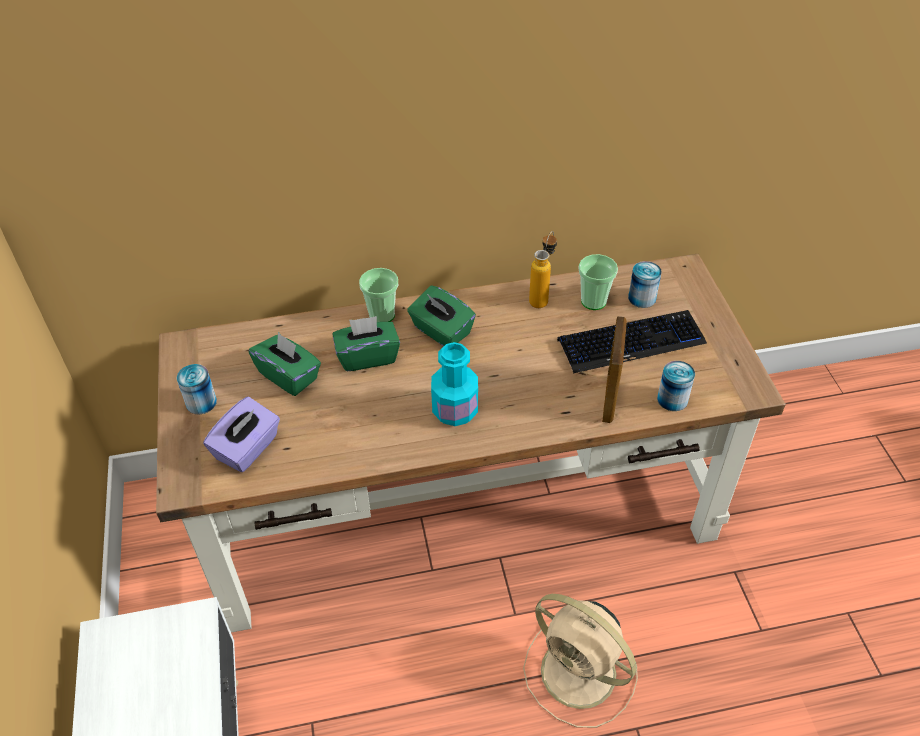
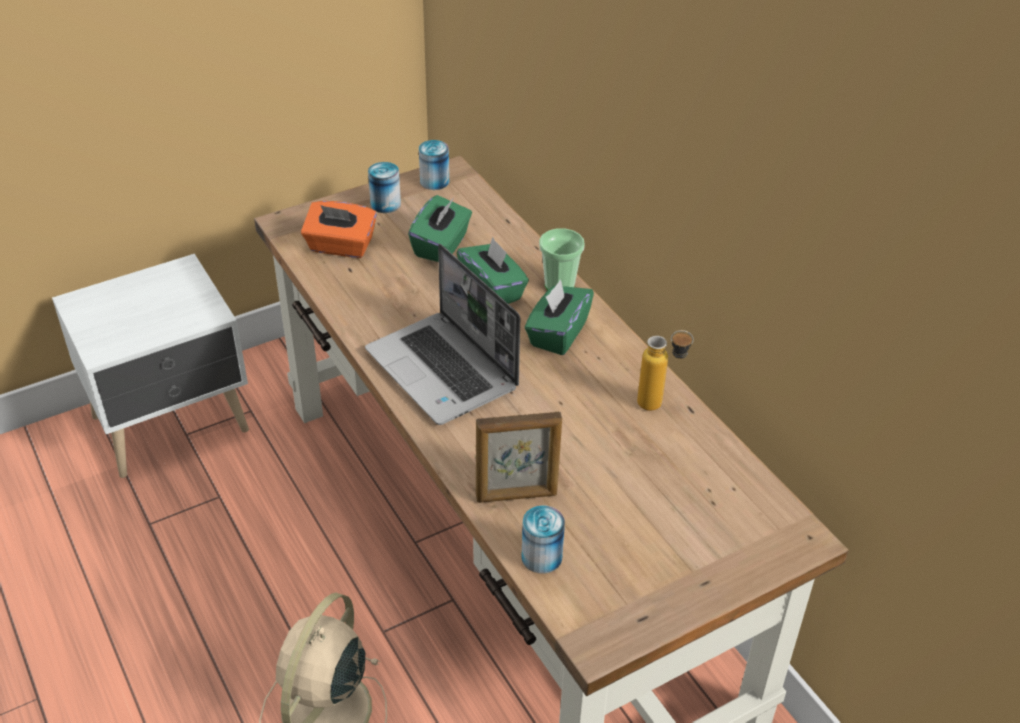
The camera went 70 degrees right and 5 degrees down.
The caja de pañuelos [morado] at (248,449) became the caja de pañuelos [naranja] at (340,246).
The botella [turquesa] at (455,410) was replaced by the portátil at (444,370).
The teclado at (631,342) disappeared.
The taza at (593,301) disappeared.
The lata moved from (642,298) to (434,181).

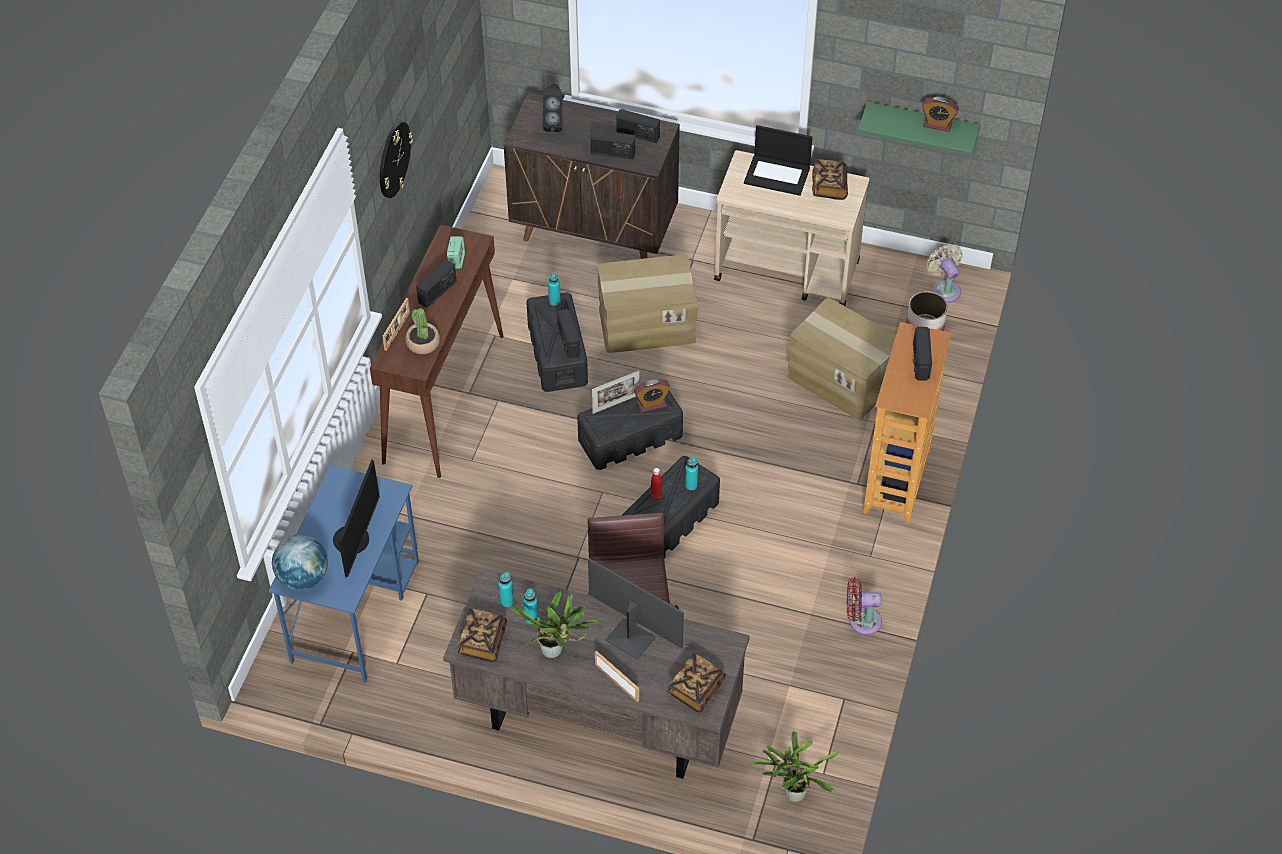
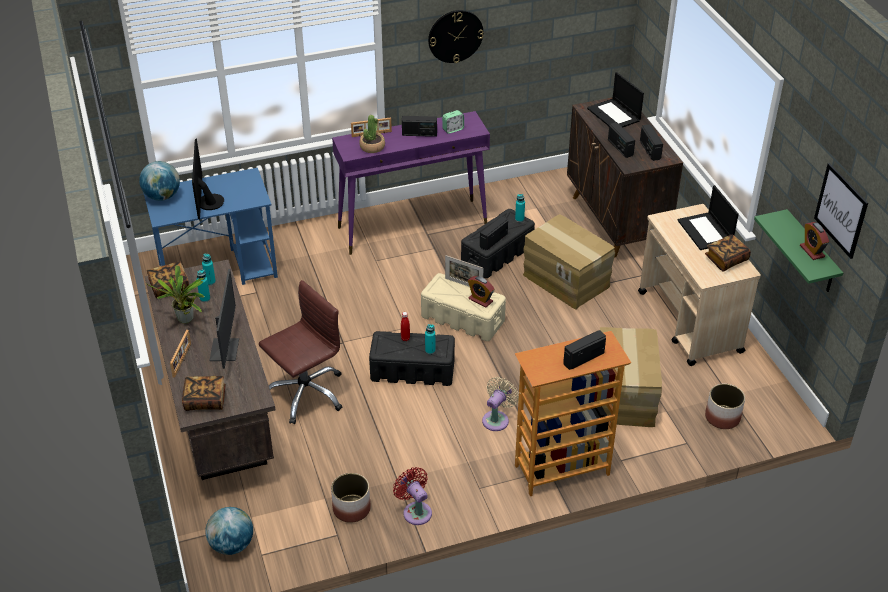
The camera went 55 degrees right and 10 degrees down.
The monitor at (355,541) turned 105 degrees clockwise.
The mesa consola [marrón] at (444,397) became the mesa consola [morado] at (413,226).
The altavoz [negro] at (554,124) was replaced by the portátil at (614,115).
The caja de almacenaje [negro] at (631,438) became the caja de almacenaje [beis] at (463,319).
The planta en maceta at (792,792) was replaced by the globo terráqueo at (232,545).
The ventilador [beis] moved from (944,289) to (497,419).
The maceta at (352,509) appeared.
The cuadro at (841,210) appeared.

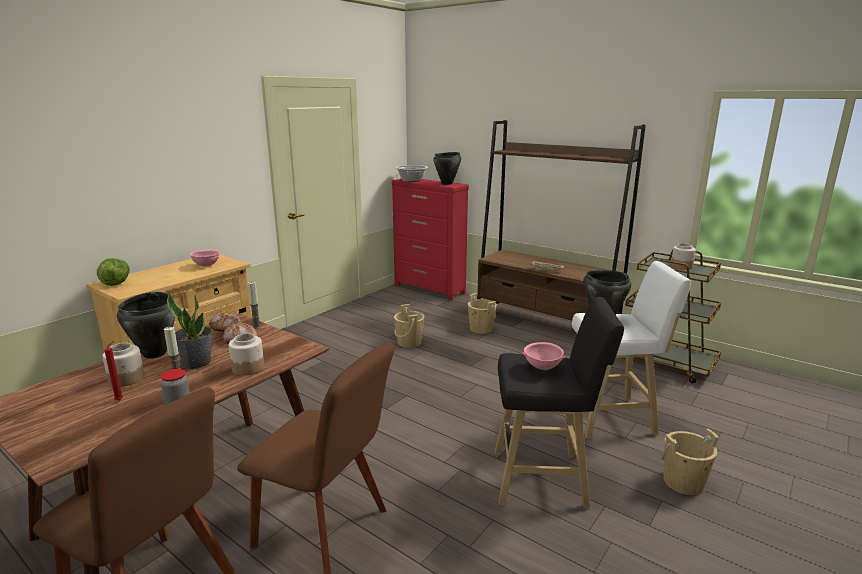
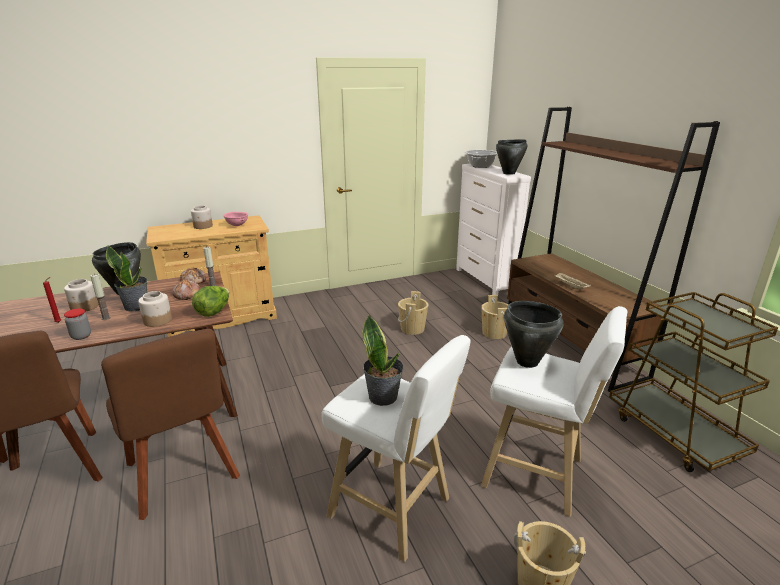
The camera went 30 degrees right and 5 degrees up.
The lechuga moved from (116,283) to (214,312).
The cómoda [rojo] at (429,289) became the cómoda [blanco] at (485,280).
The taburete [negro] at (544,479) became the taburete [blanco] at (394,510).
The cuenco [rosa] at (542,368) was replaced by the planta en maceta at (383,396).
The tarro moved from (681,266) to (203,226).

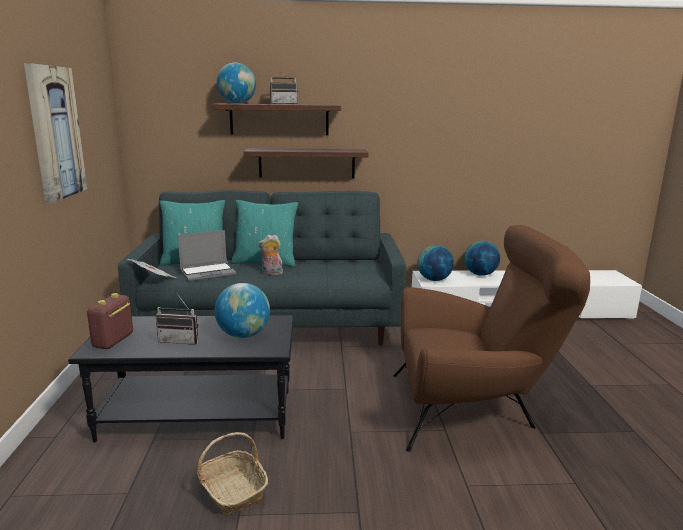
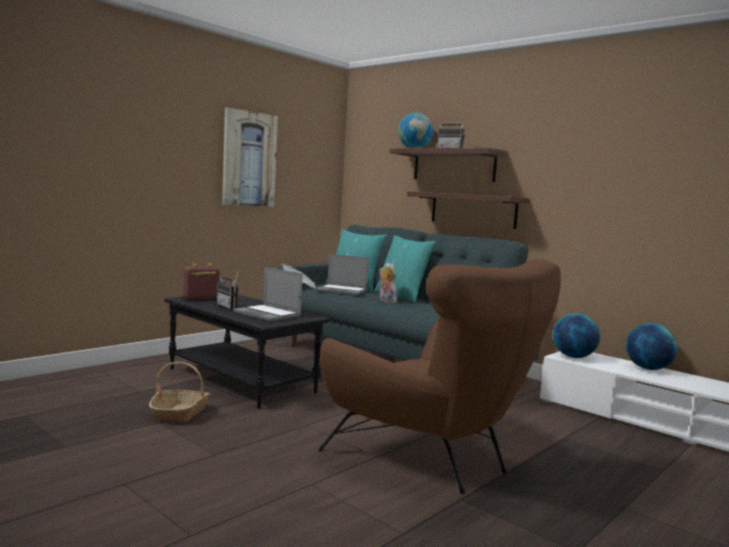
The camera went 45 degrees right and 10 degrees down.
The globo terráqueo at (243,335) was replaced by the portátil at (268,314).

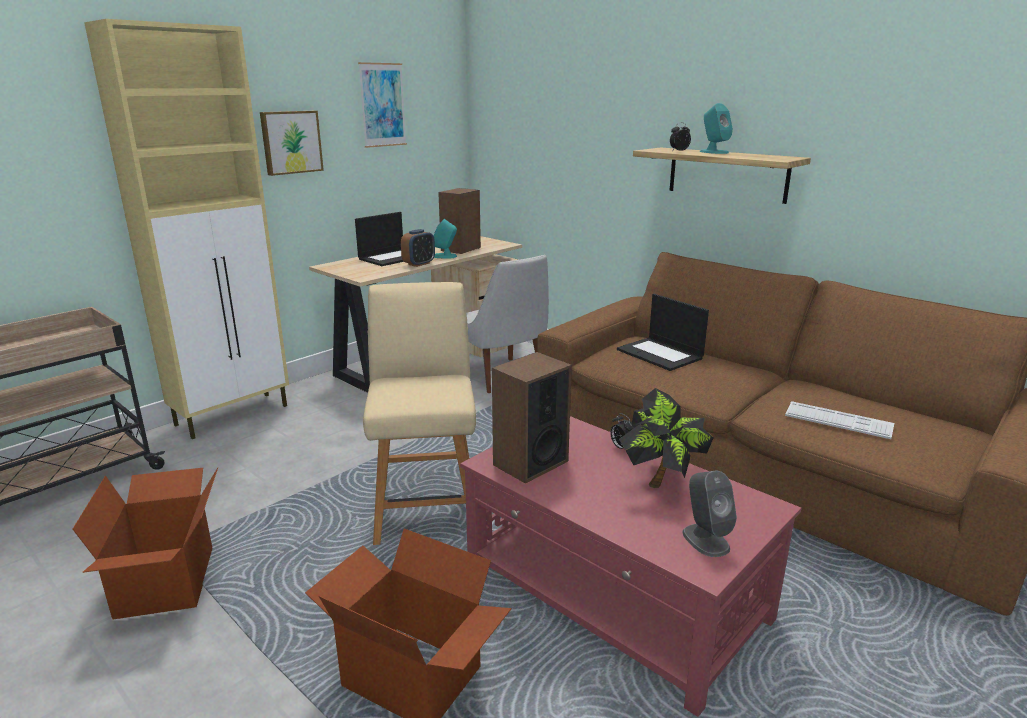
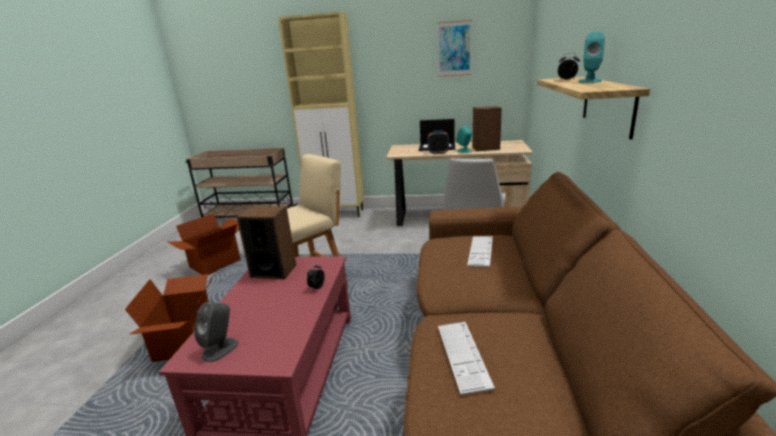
The camera went 55 degrees right and 0 degrees up.
The cuadro at (291,142) disappeared.
The portátil at (661,354) was replaced by the teclado at (480,251).
The planta en maceta at (662,480) disappeared.

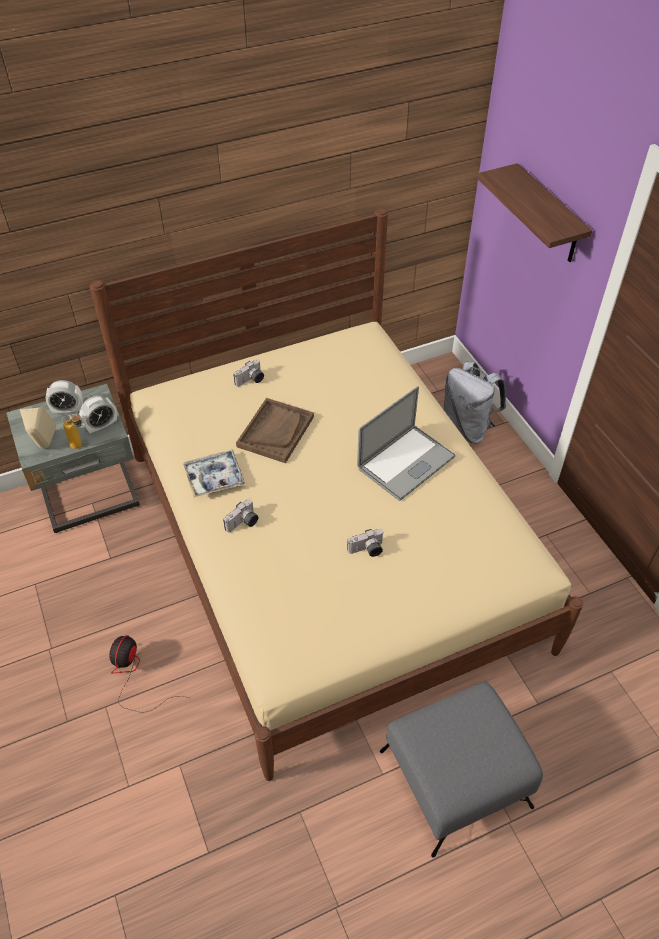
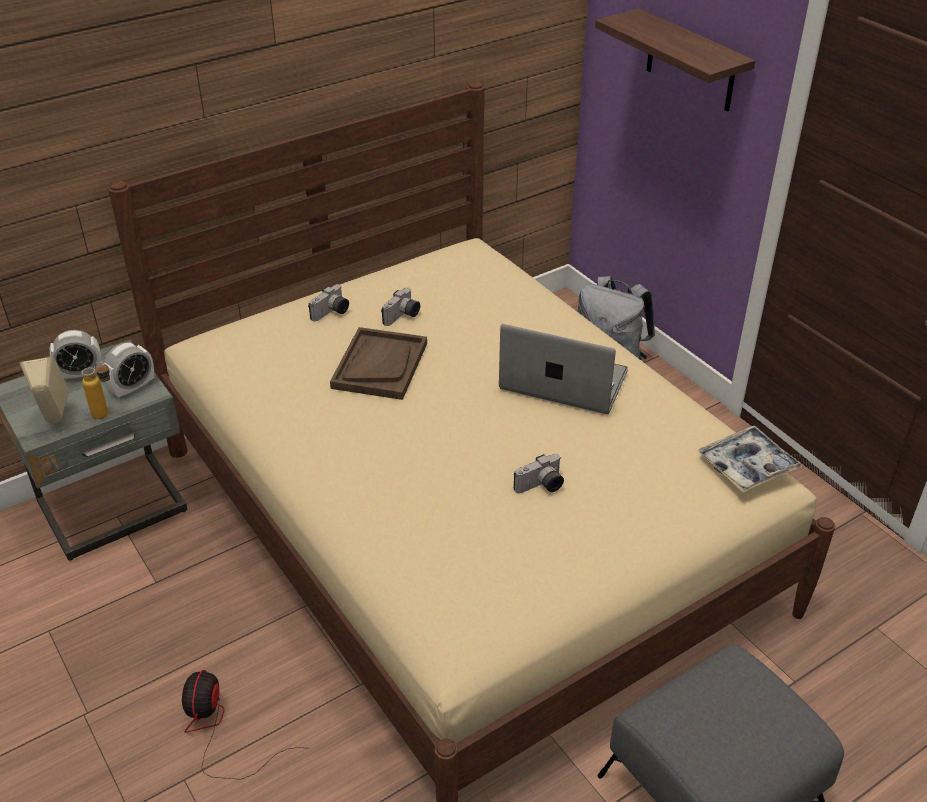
The camera went 10 degrees left and 10 degrees down.
The bandeja moved from (214,477) to (747,466).
The cámara moved from (243,523) to (403,317).
The portátil at (406,462) turned 105 degrees counterclockwise.

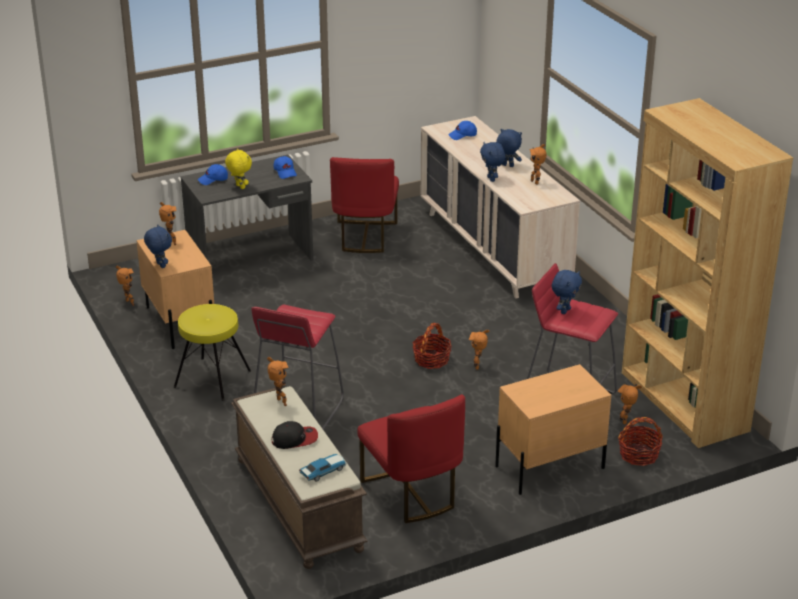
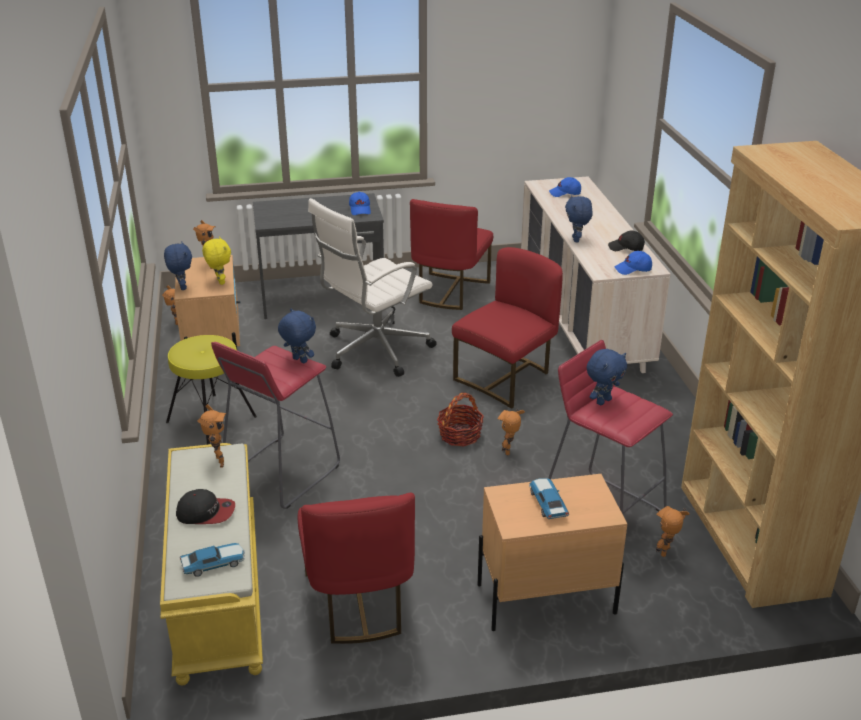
The camera went 15 degrees right and 0 degrees up.
The gorra [azul] moved from (213,180) to (633,269).
The peluche [amarillo] moved from (239,187) to (219,282).
The banco [marrón] at (297,504) became the banco [amarillo] at (216,590).
The peluche [azul] moved from (507,166) to (299,360).
The robot de juguete at (535,182) was replaced by the gorra [negro] at (626,248).
The cesta at (638,455) disappeared.
The silla de oficina [blanco] at (374,350) appeared.
The silla [rojo] at (506,378) appeared.
The coche de juguete at (547,503) appeared.

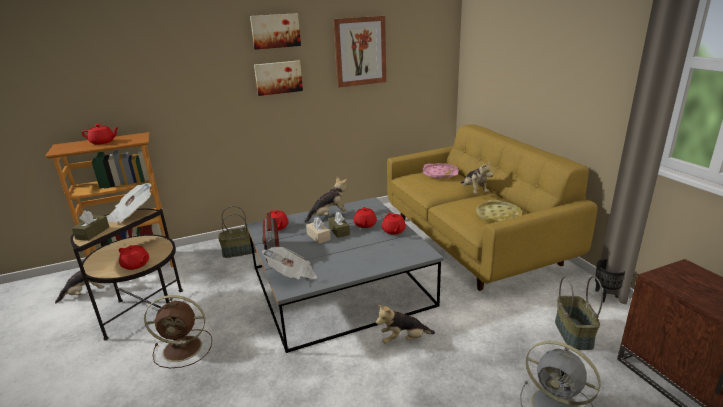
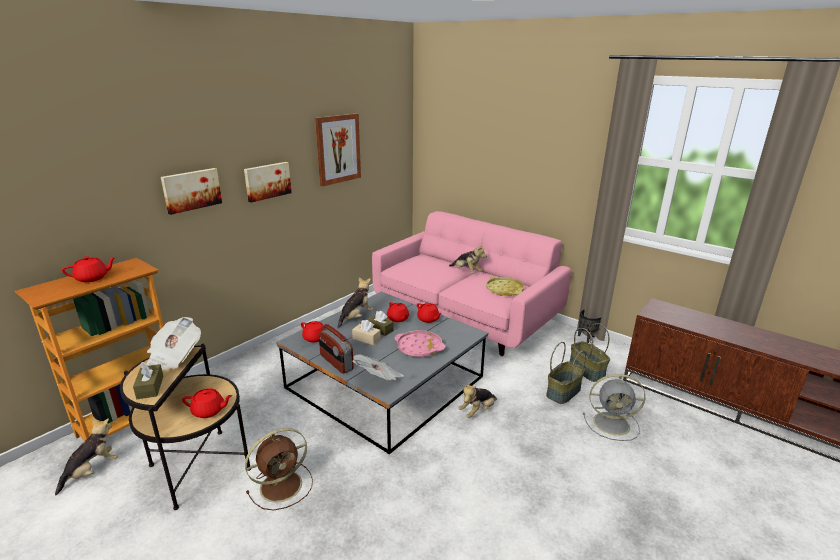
The camera went 30 degrees left and 0 degrees up.
The cesta moved from (240,251) to (563,392).
The cuadro moved from (275,31) to (191,190).
The sofá [amarillo] at (473,240) became the sofá [rosa] at (465,316).
The bandeja [rosa] moved from (440,174) to (419,347).

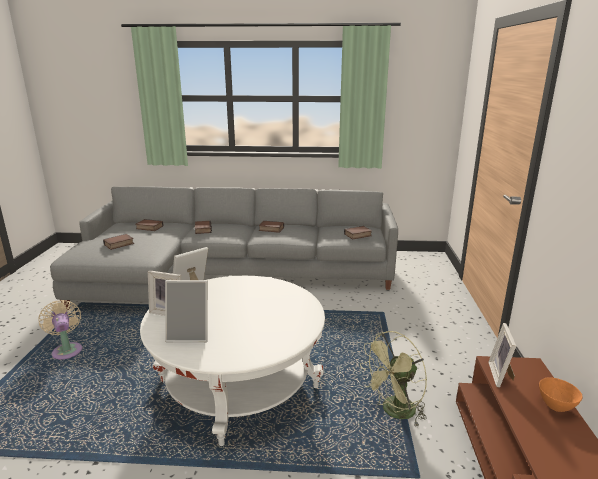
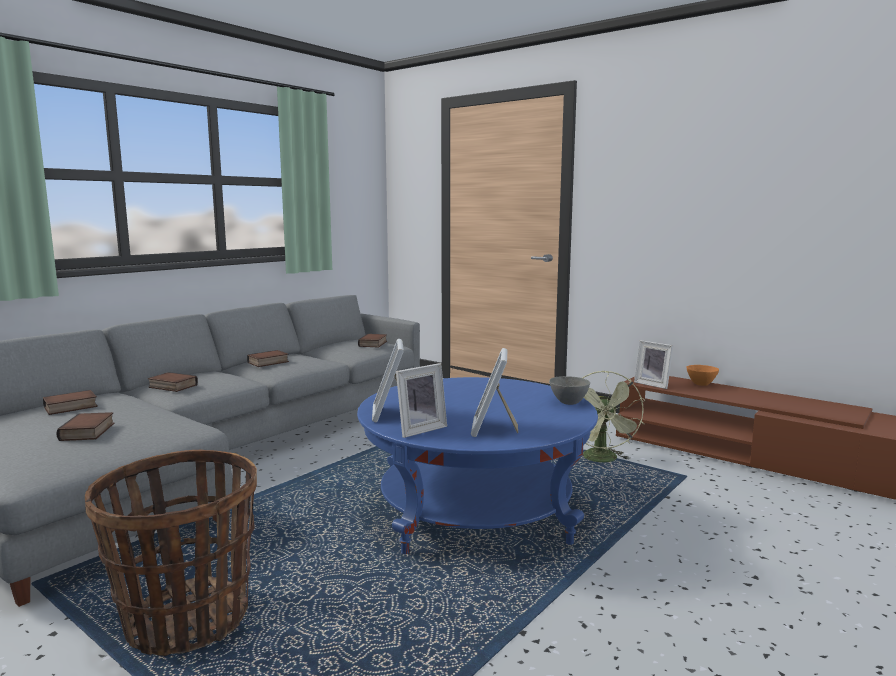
The camera went 55 degrees left and 10 degrees down.
The ventilador [beis] at (67,350) was replaced by the cesta at (186,621).
The mesa de centro [blanco] at (239,384) became the mesa de centro [azul] at (475,511).
The portarretratos at (190,334) turned 150 degrees clockwise.
The cuenco [gris] at (568,403) appeared.

